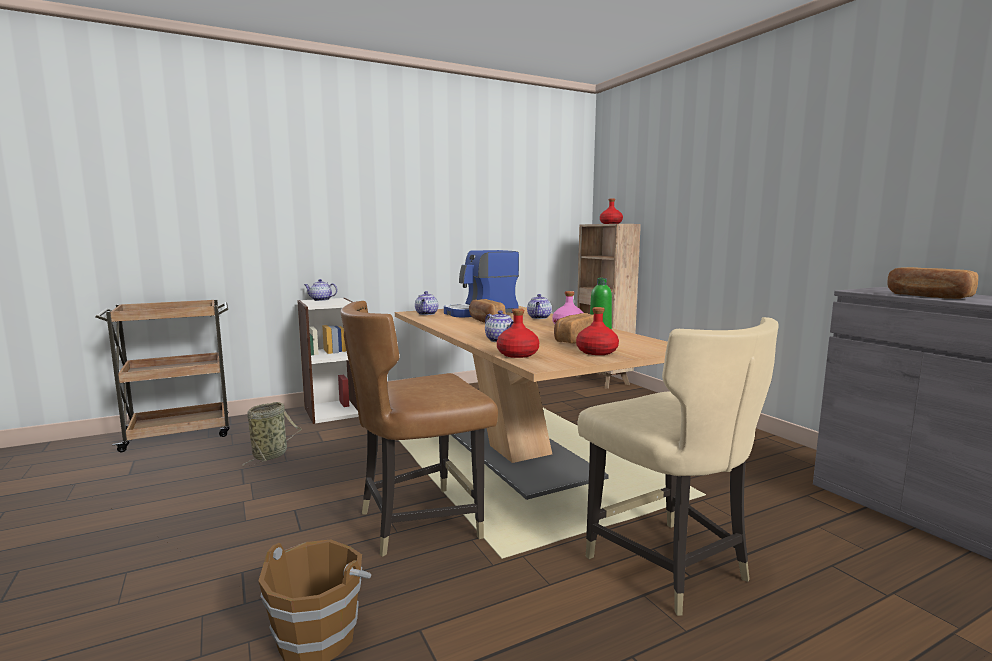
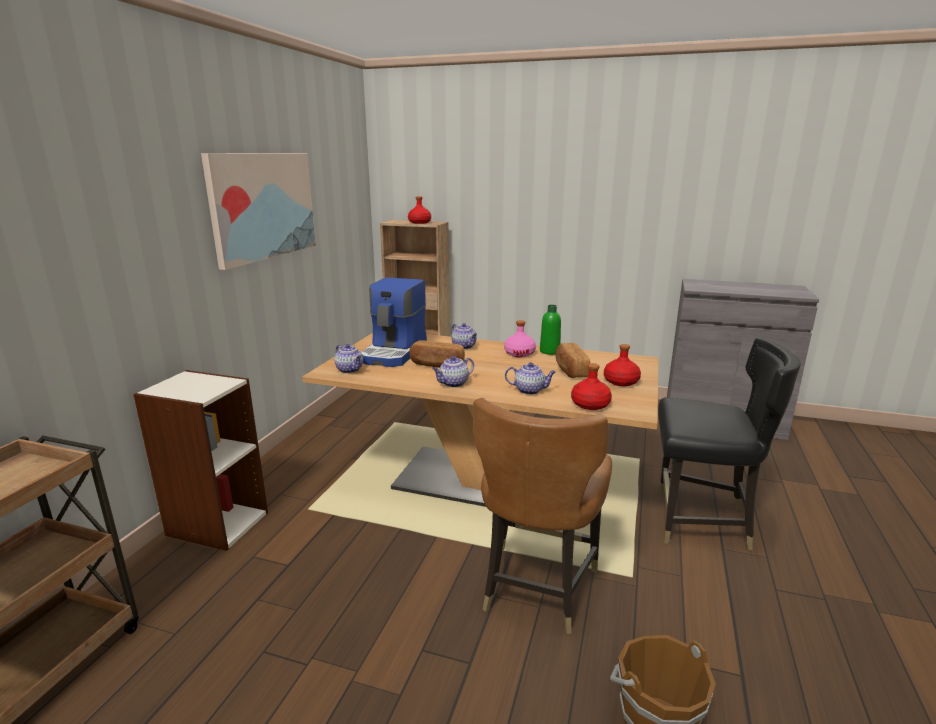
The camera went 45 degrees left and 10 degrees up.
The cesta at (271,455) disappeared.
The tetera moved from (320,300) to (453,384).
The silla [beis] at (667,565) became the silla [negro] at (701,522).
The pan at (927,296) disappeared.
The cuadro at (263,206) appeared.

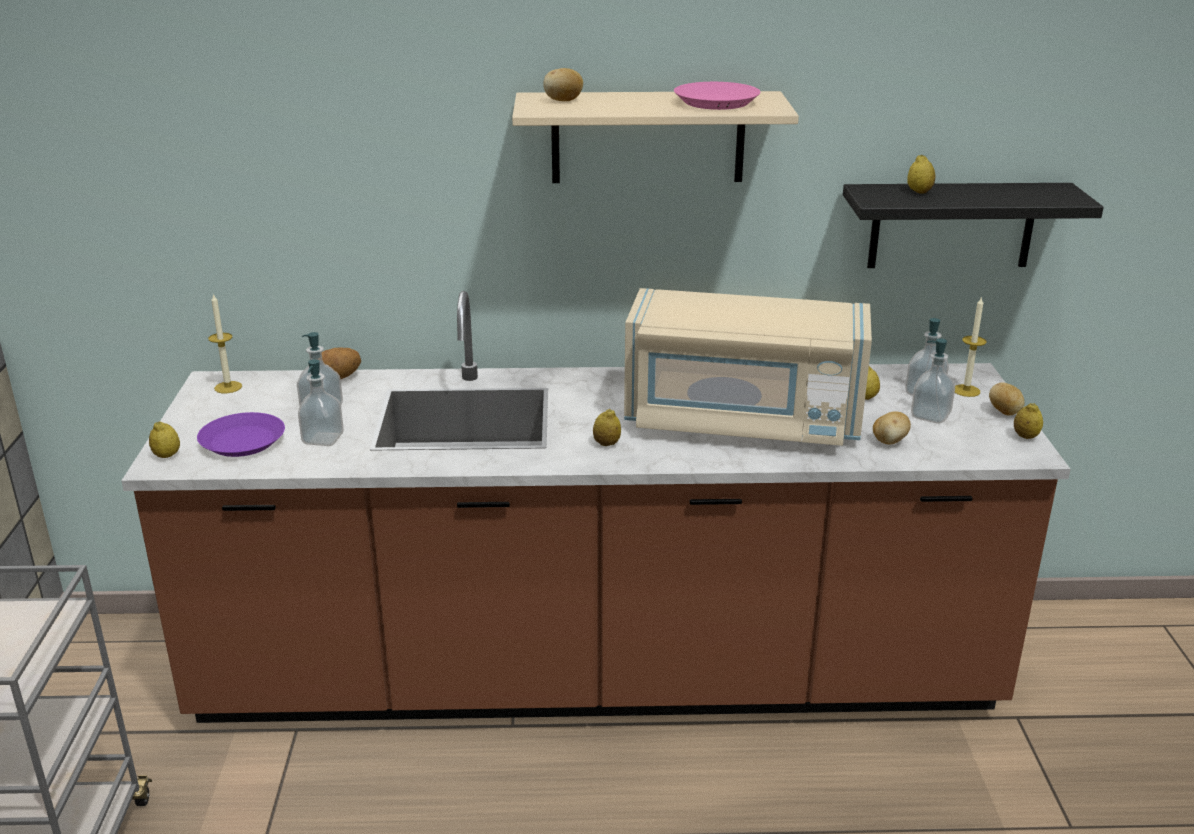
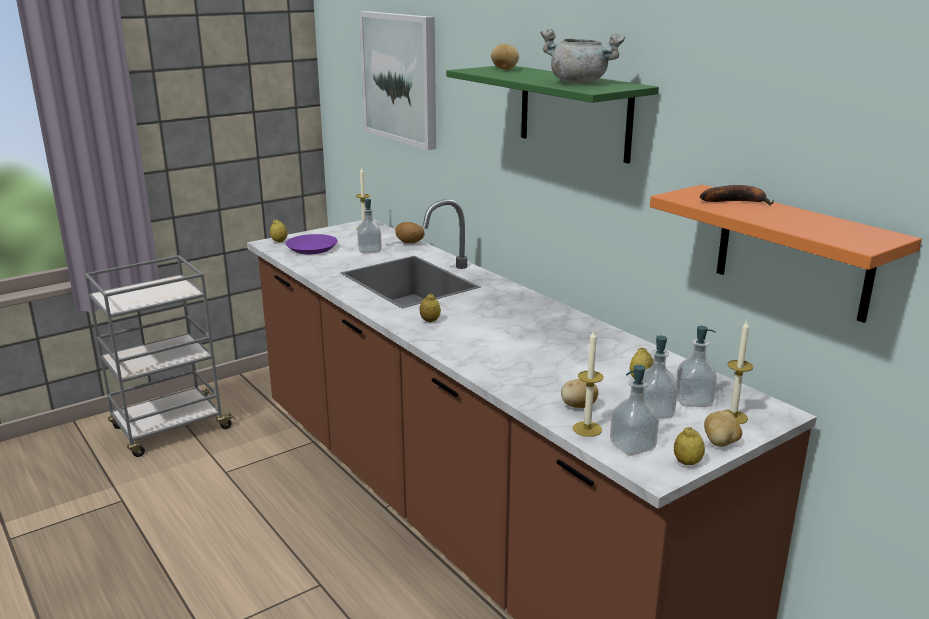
The camera went 55 degrees right and 5 degrees down.
The dispensador de jabón moved from (323,439) to (632,446).
The estante [beis] at (648,137) became the estante [verde] at (574,112).
The microondas [beis] at (742,421) disappeared.
The plato [rosa] at (716,102) was replaced by the olla [gris] at (580,82).
The estante [negro] at (952,225) became the estante [naranja] at (793,252).
The limón at (919,192) was replaced by the plátano at (737,202).
The cuadro at (400,78) appeared.
The vela at (587,429) appeared.

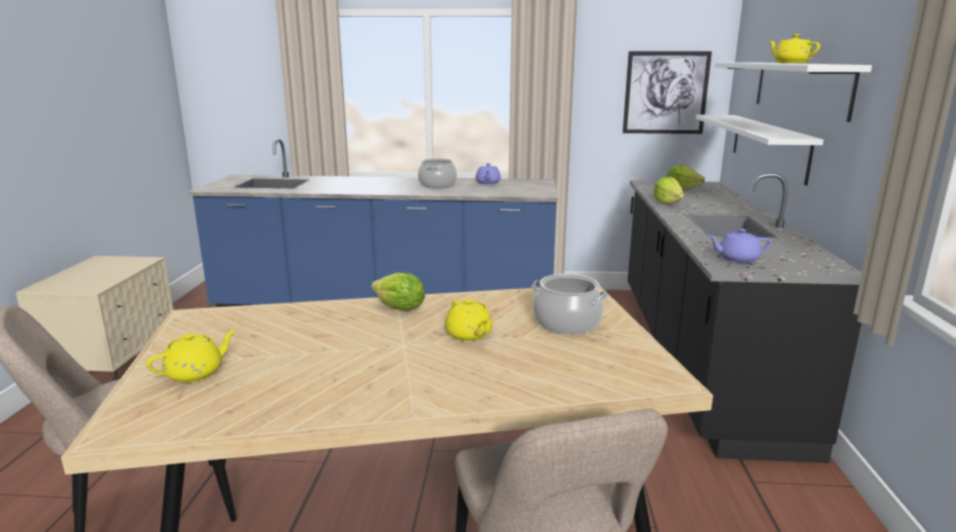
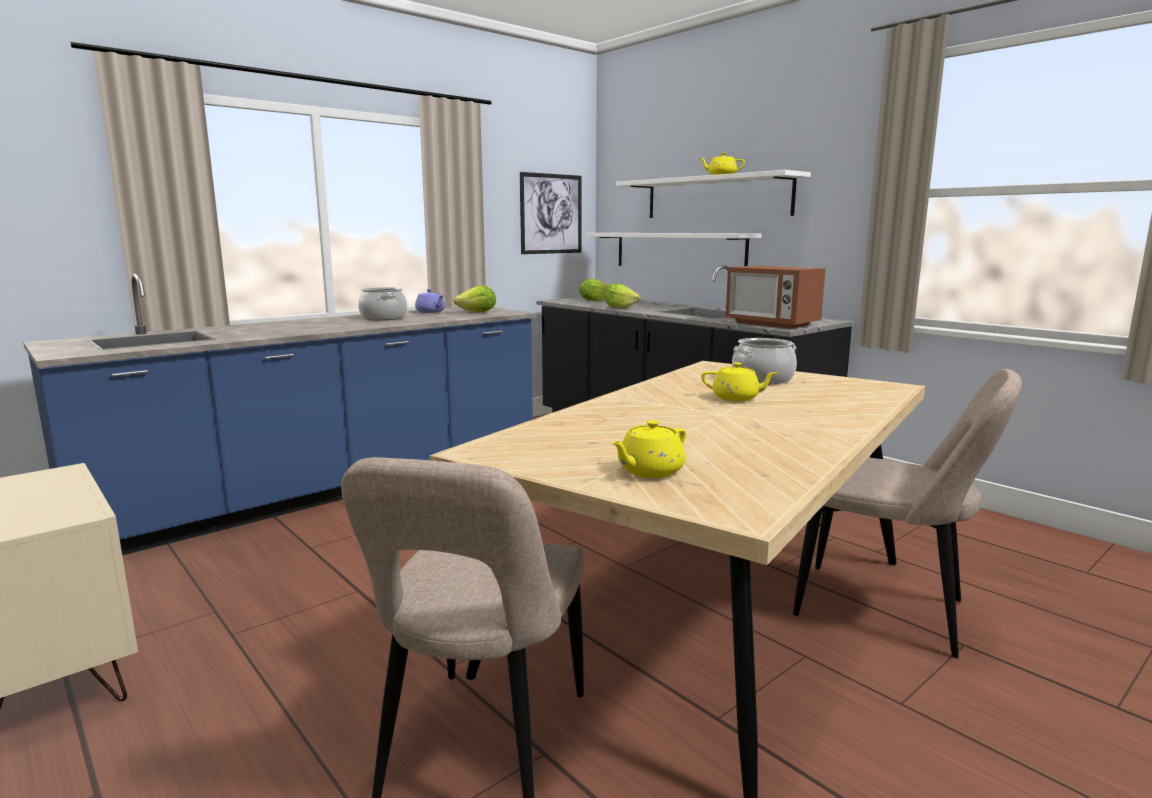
The camera went 45 degrees left and 5 degrees down.
The tetera [amarillo] at (196,373) turned 135 degrees counterclockwise.
The lechuga moved from (400,309) to (477,312).
The tetera [morado] at (737,259) was replaced by the microondas at (772,324).

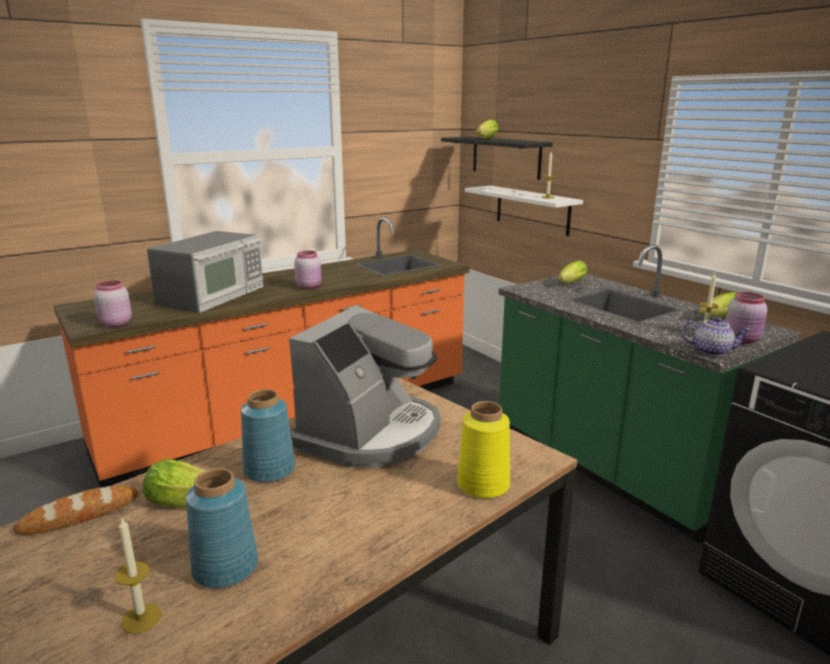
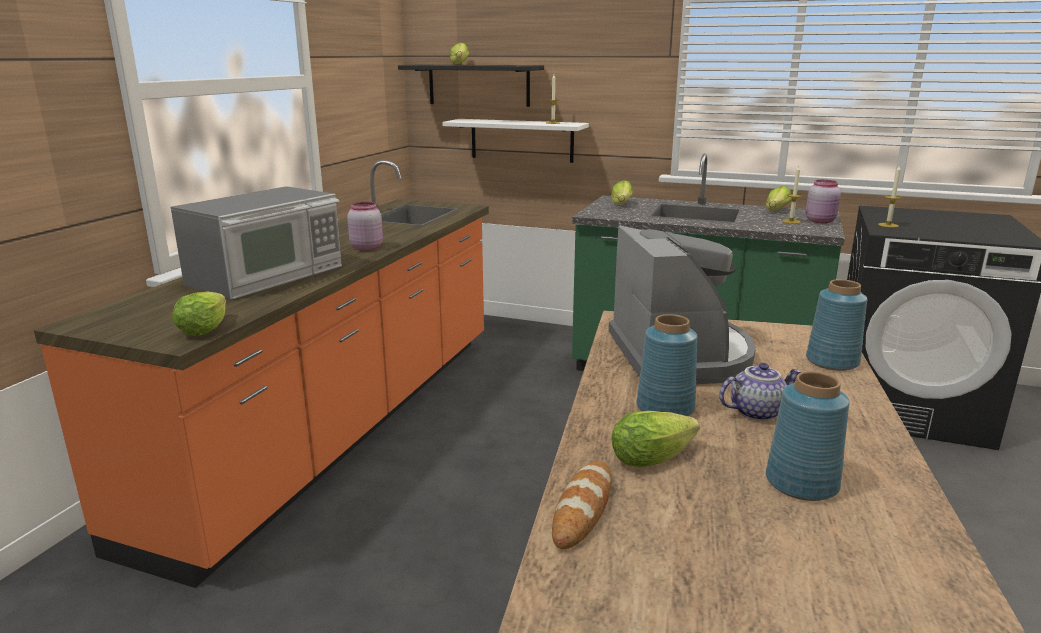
The camera went 35 degrees left and 0 degrees up.
The tarro [rosa] at (115,323) was replaced by the lechuga at (207,327).
The vela moved from (141,618) to (888,225).
The microondas at (213,295) turned 45 degrees clockwise.
The florero [amarillo] at (482,484) became the florero [azul] at (831,362).
The tetera moved from (711,351) to (756,411).

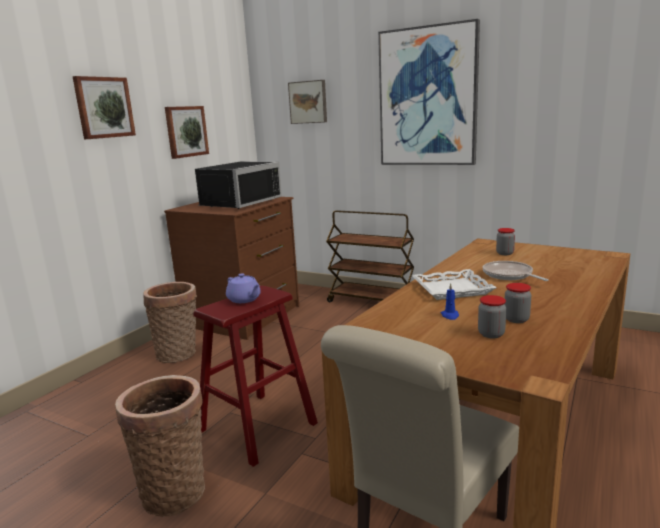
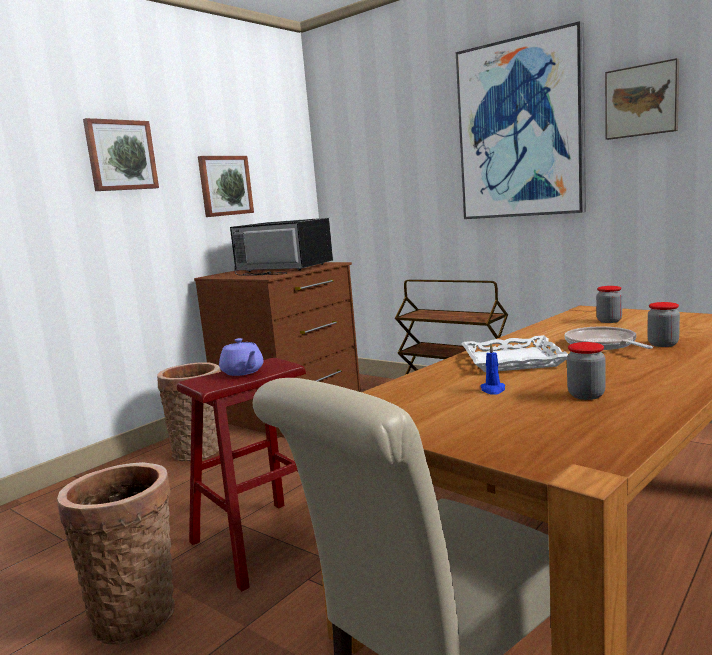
The camera went 10 degrees right and 5 degrees down.
The microondas [negro] at (237,203) turned 105 degrees counterclockwise.
The cuadro moved from (308,102) to (642,101).
The tarro moved from (491,334) to (663,344).

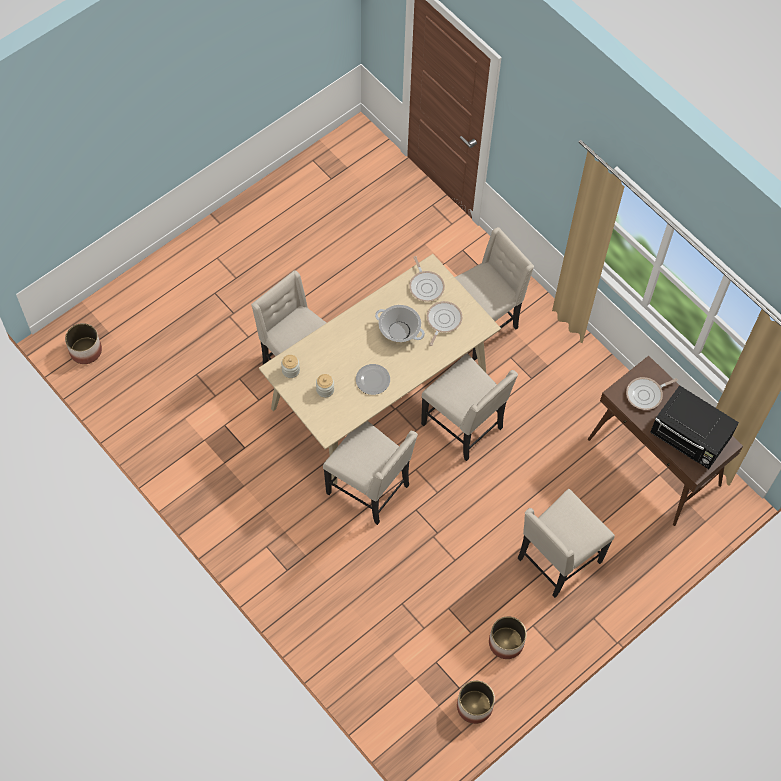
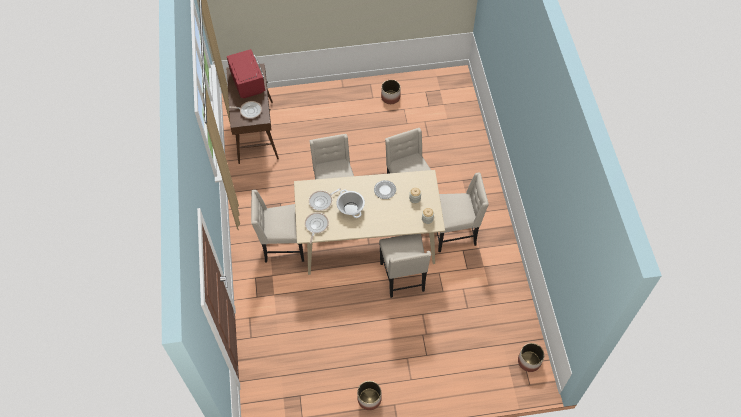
The camera went 145 degrees left and 5 degrees down.
The maceta moved from (474,706) to (369,399).
The silla [beis] moved from (557,560) to (455,233).
The microondas [negro] at (689,439) became the microondas [rojo] at (248,82).

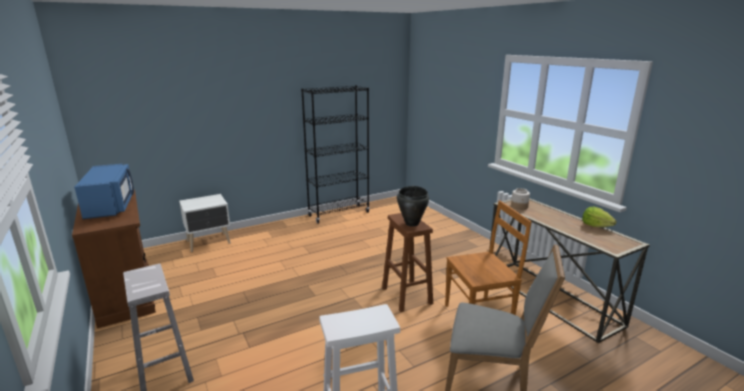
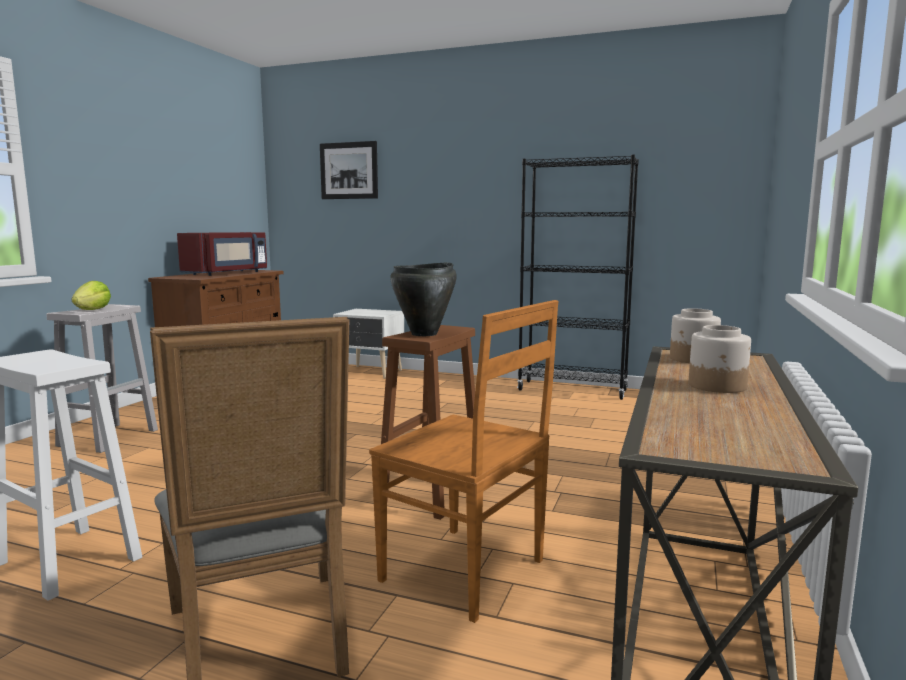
The camera went 50 degrees right and 10 degrees down.
The microondas [azul] at (111,206) became the microondas [rojo] at (227,273).
The lechuga moved from (595,226) to (92,310).
The cuadro at (349,170) appeared.
The tarro at (717,386) appeared.

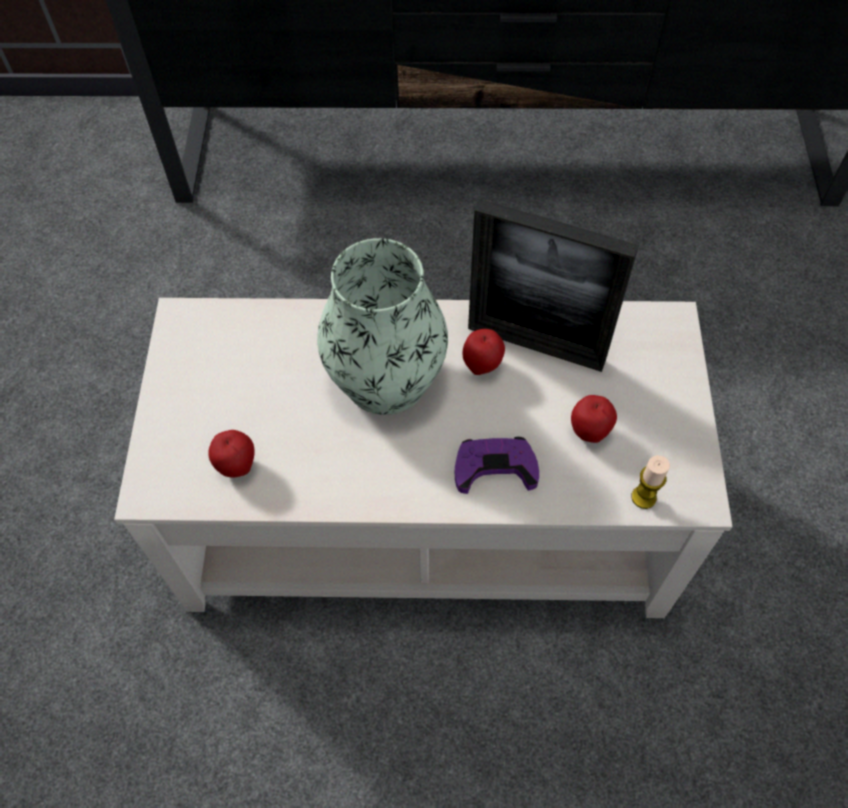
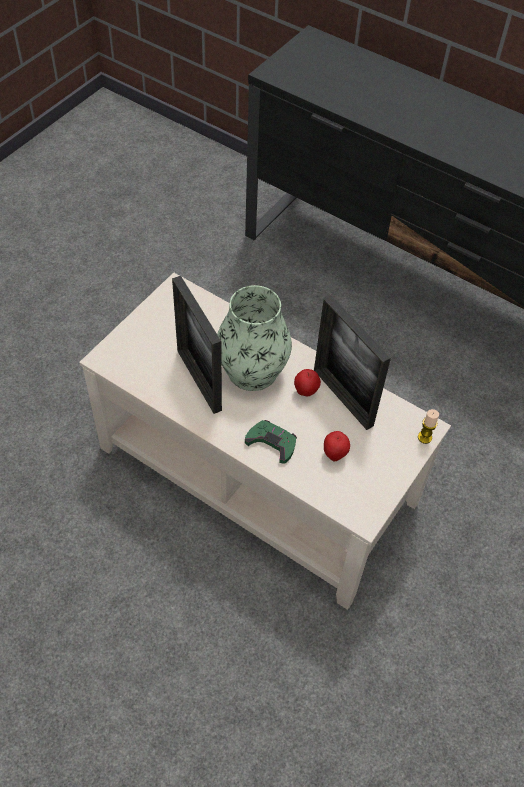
The camera went 30 degrees right and 5 degrees down.
The manzana at (237,466) disappeared.
The mando de consola [morado] at (495,467) became the mando de consola [verde] at (272,443).
The vela moved from (643,497) to (424,437).
The portarretratos at (199,380) appeared.

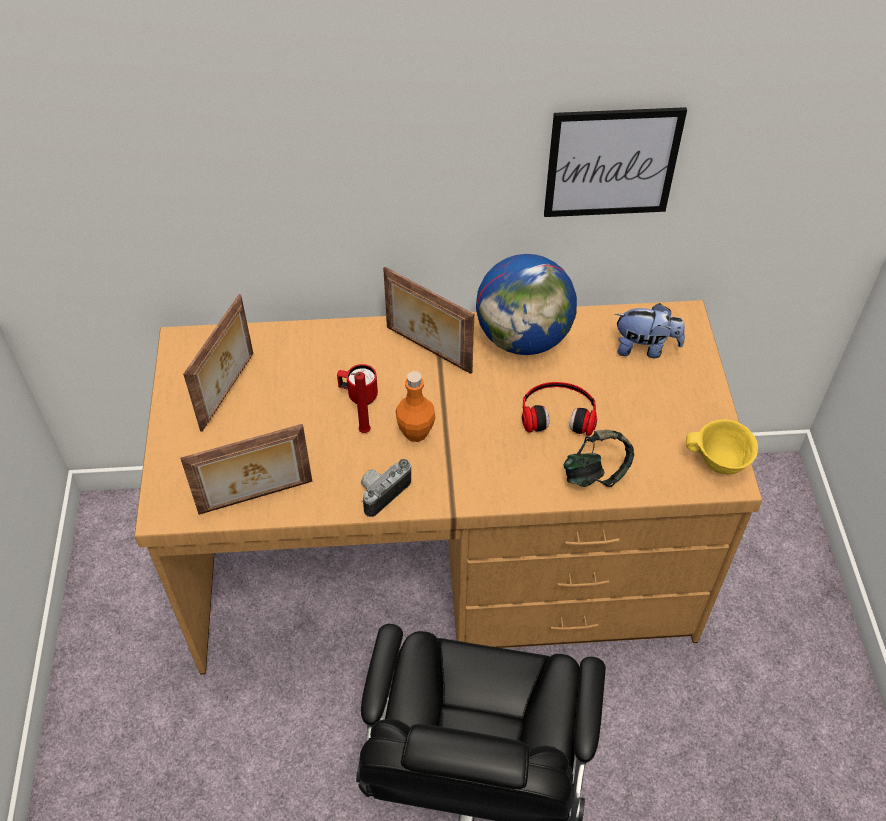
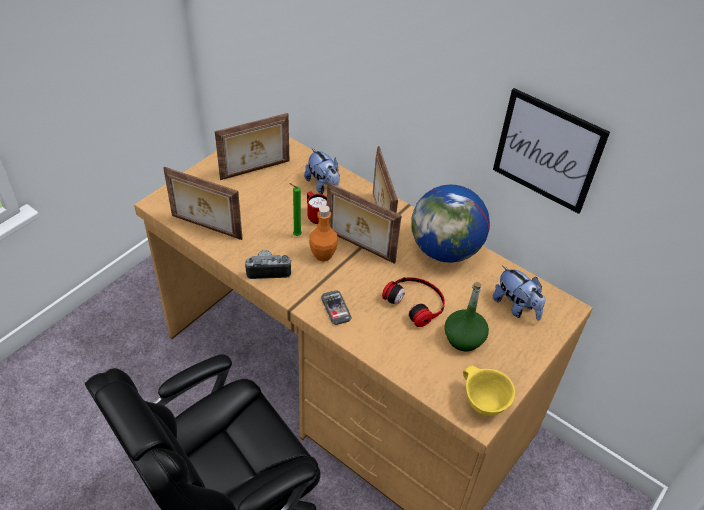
The camera went 40 degrees right and 5 degrees down.
The vela [rojo] at (363,432) became the vela [verde] at (295,235).
The auriculares at (595,474) disappeared.
The peluche at (323,186) appeared.
The móvil at (336,308) appeared.
The portarretratos at (359,247) appeared.
The botella [verde] at (464,338) appeared.

